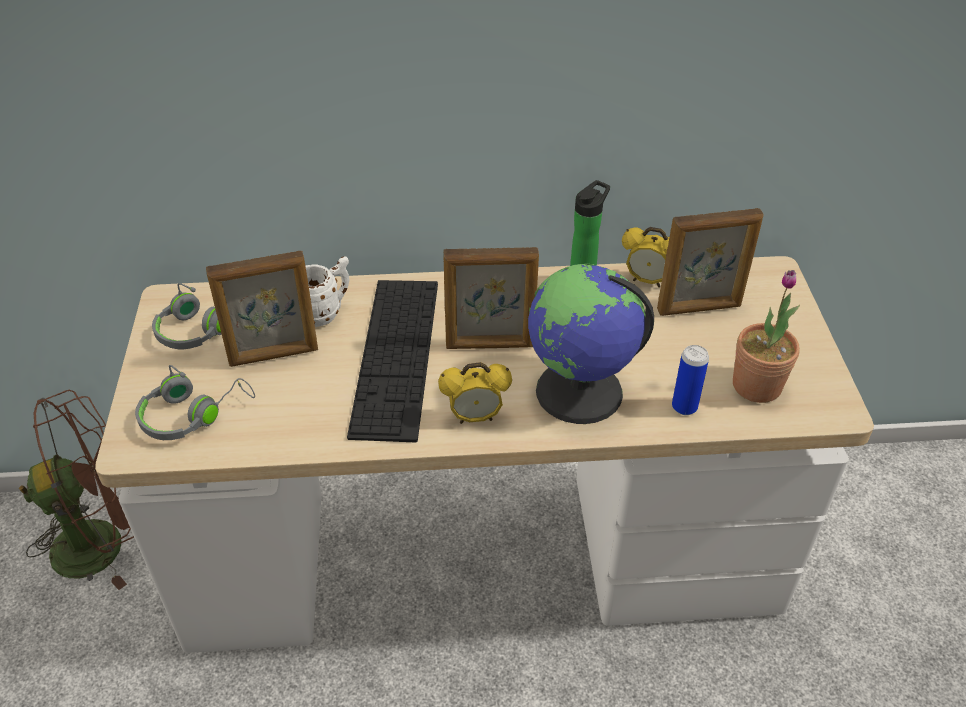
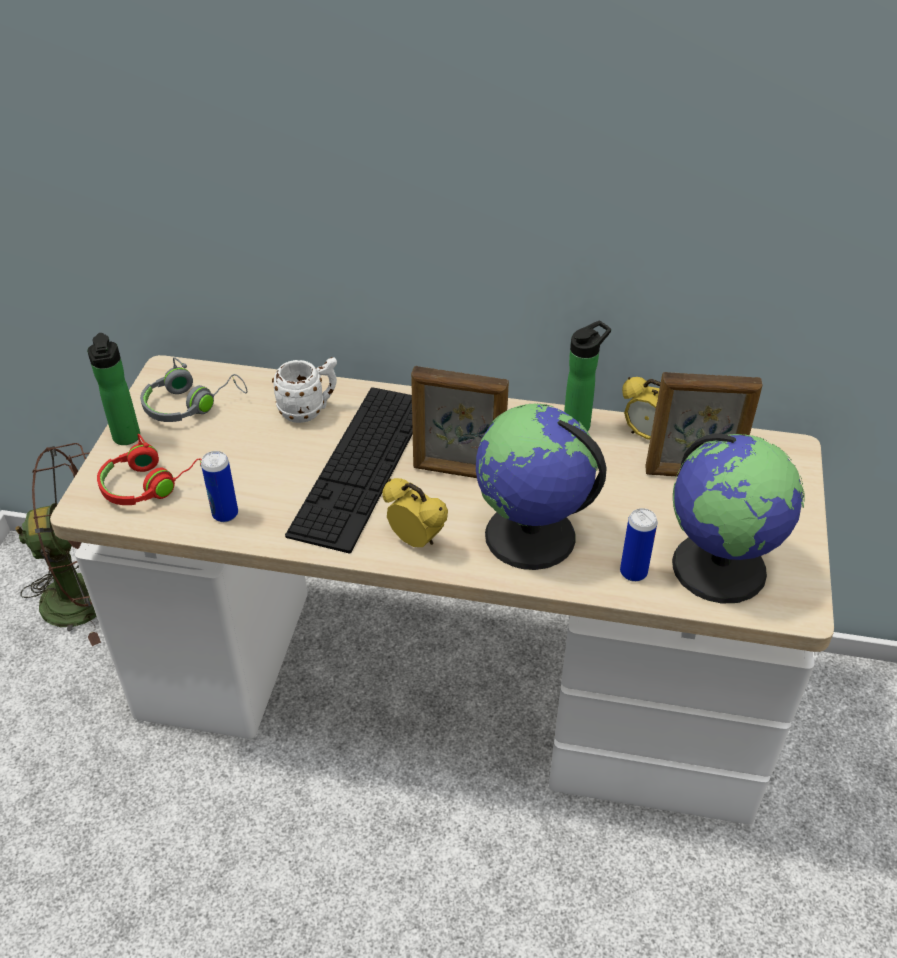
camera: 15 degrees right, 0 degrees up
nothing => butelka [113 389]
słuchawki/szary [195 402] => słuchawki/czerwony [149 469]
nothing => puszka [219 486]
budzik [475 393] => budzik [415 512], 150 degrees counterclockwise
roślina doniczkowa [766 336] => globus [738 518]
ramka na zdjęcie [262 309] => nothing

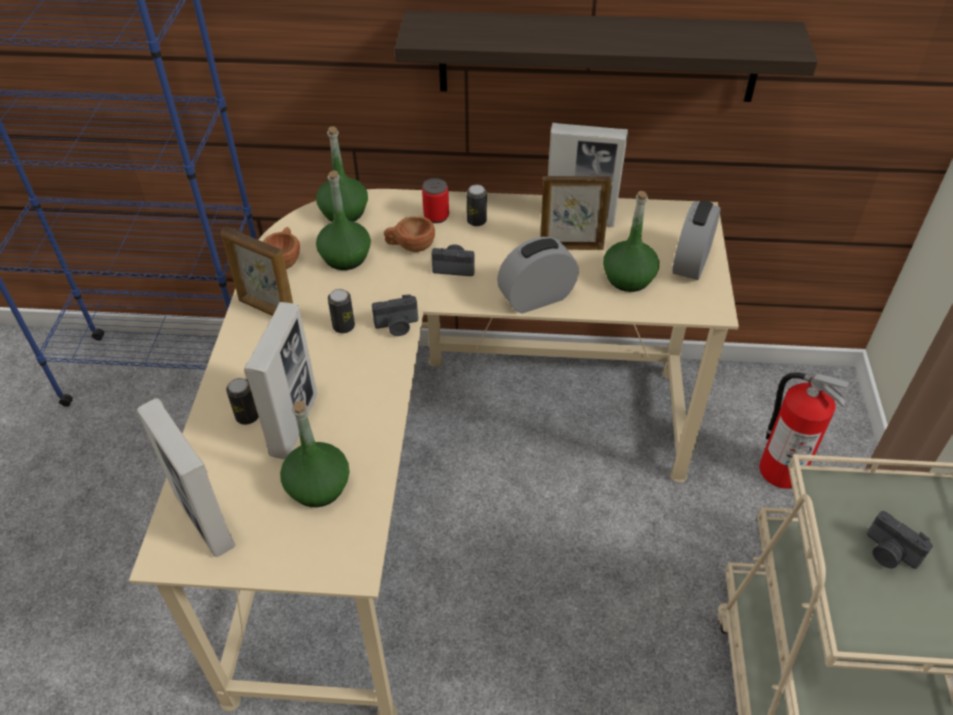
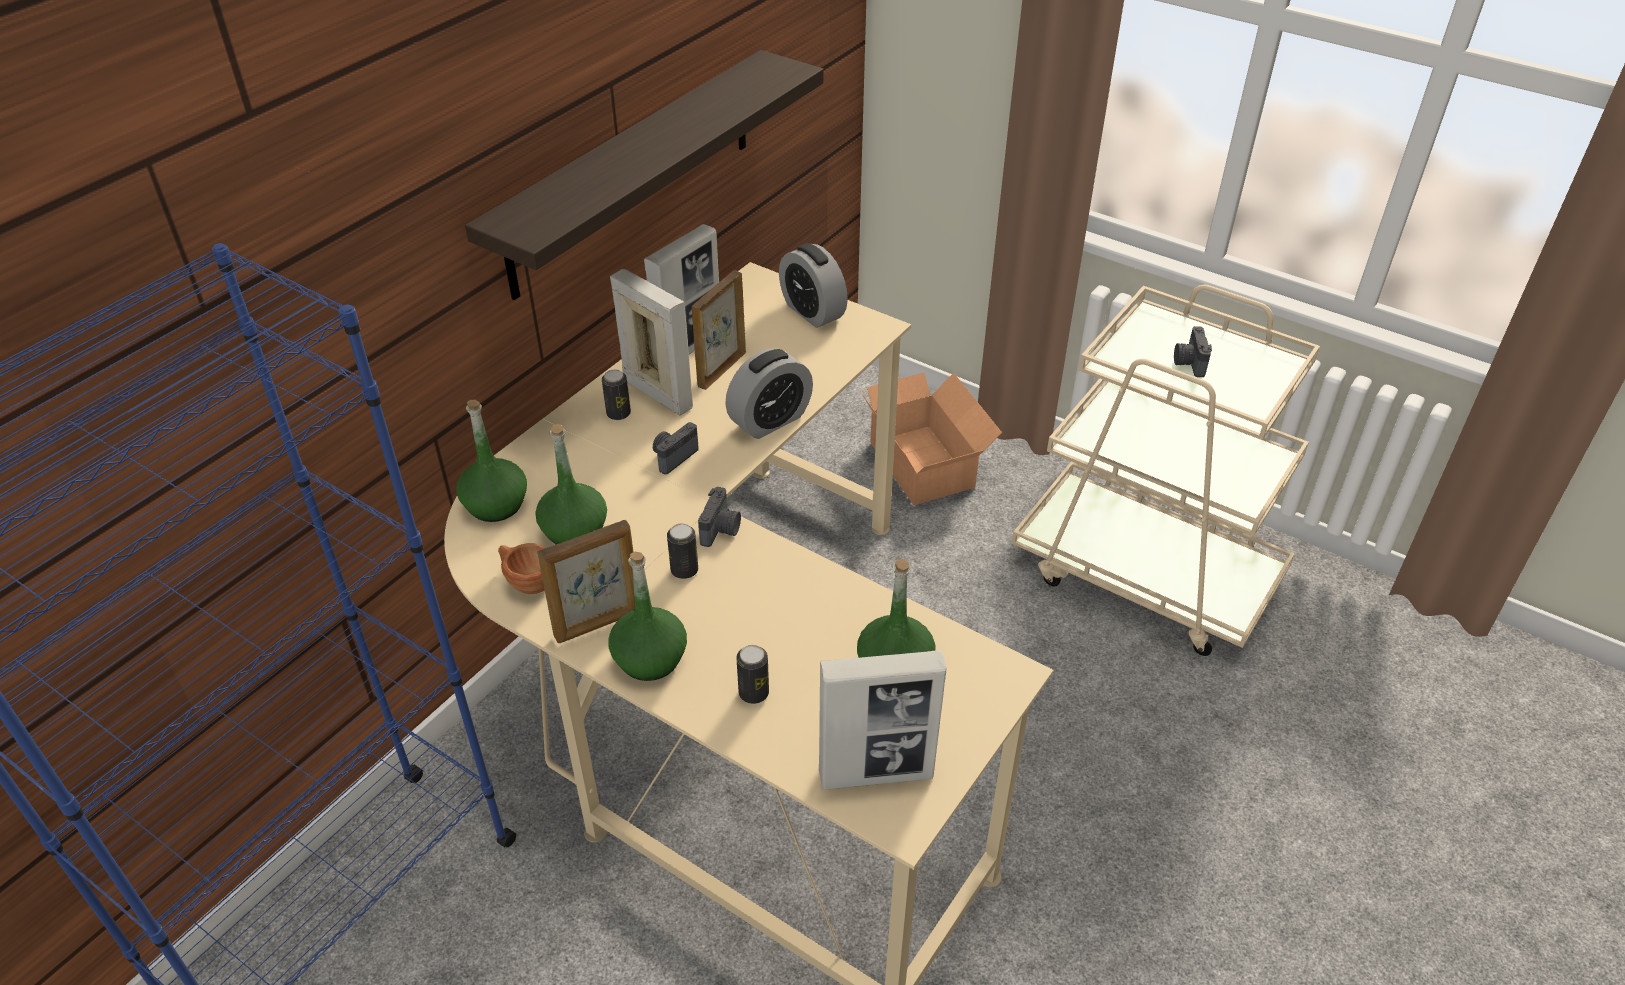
camera: 60 degrees left, 5 degrees down
butelka/zielony [631 241] => butelka/zielony [647 616], move
ramka na zdjęcie [280 380] => ramka na zdjęcie [651 342], move
budzik [538 275] => budzik [769 393], 135 degrees counterclockwise
gaśnica [804 430] => karton [931 439]
aparat fotograficzny [900 540] => aparat fotograficzny [1193 351], 105 degrees clockwise
filiżanka/brązowy [409 234] => nothing
puszka [435 200] => nothing

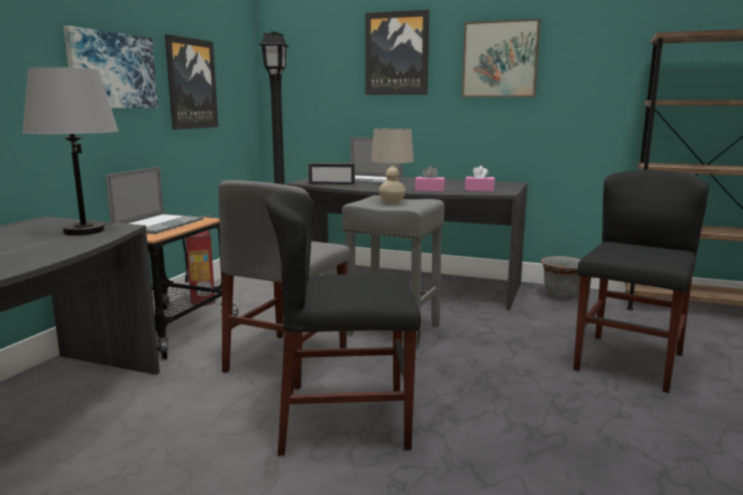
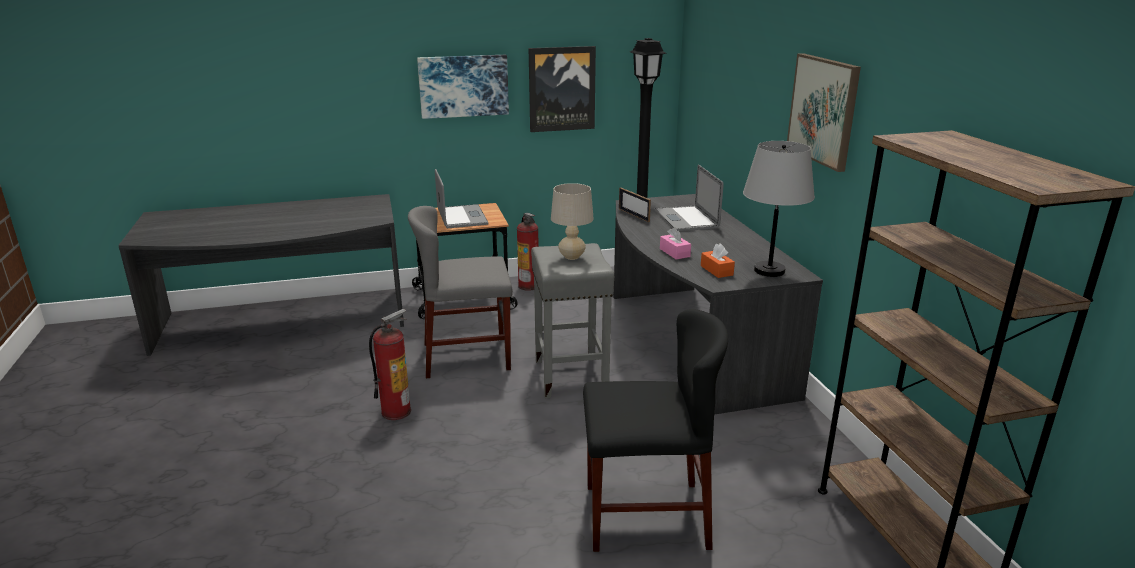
camera: 55 degrees right, 10 degrees up
krzesło/czarny [343 323] => gaśnica [390 364]
laptop [155 200] => laptop [462 198], 90 degrees counterclockwise
pudełko chusteczek/różowy [480 178] => pudełko chusteczek/pomarańczowy [718 261]
lampa stołowa/szary [70 151] => lampa stołowa/szary [779 209], move
obraz [397 52] => nothing
donica/szary [561 278] => nothing

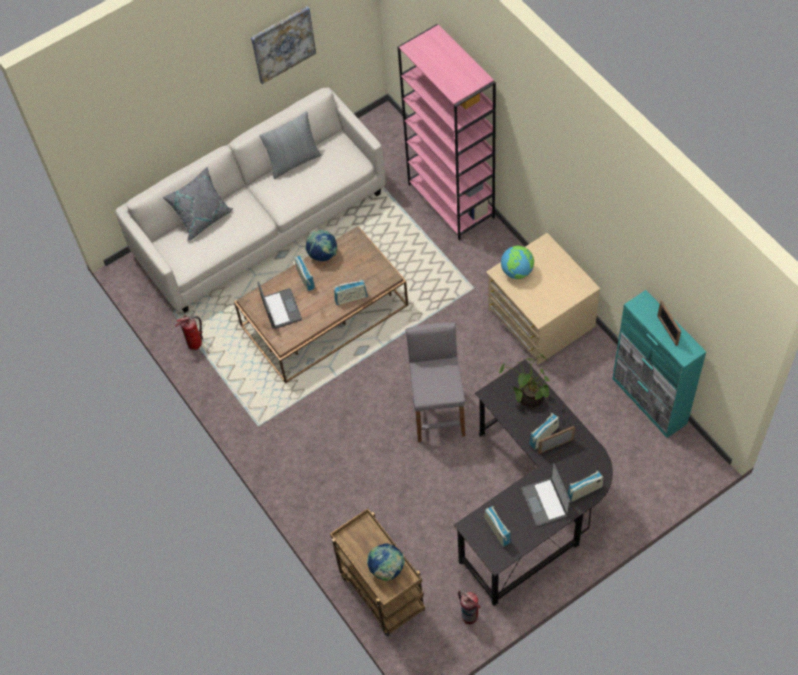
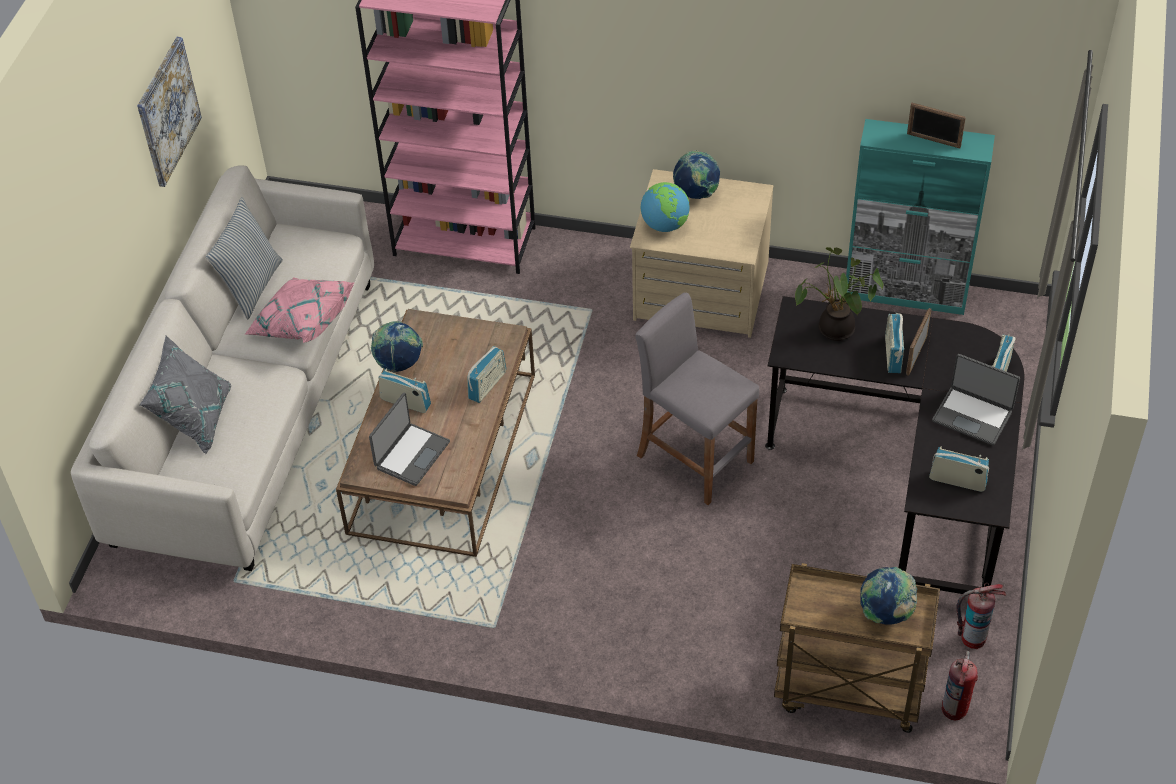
camera: 45 degrees left, 10 degrees down
nothing => poduszka/różowy [299 310]
laptop [279 305] => laptop [409 439], 90 degrees clockwise
nothing => globus [696 174]
gaśnica [189 332] => gaśnica [959 685], move

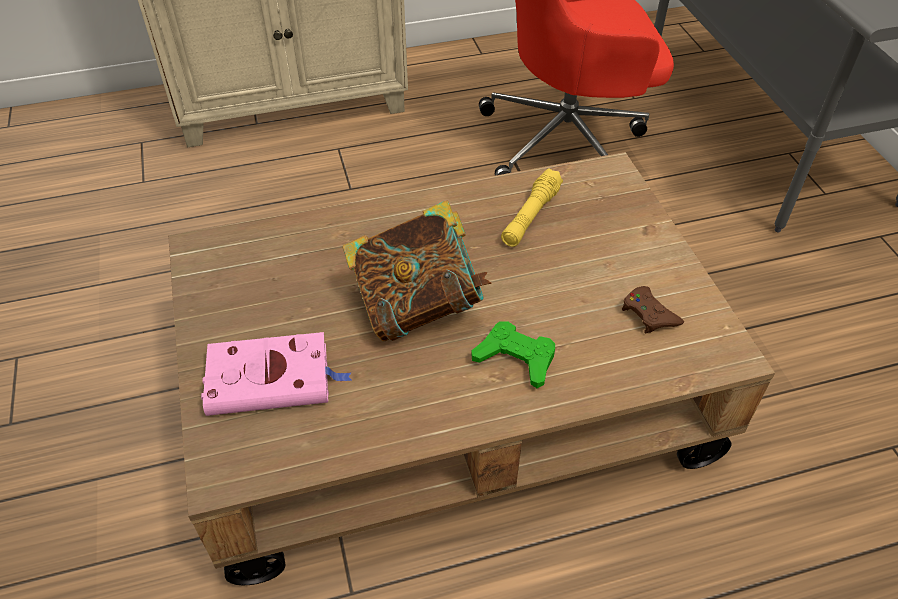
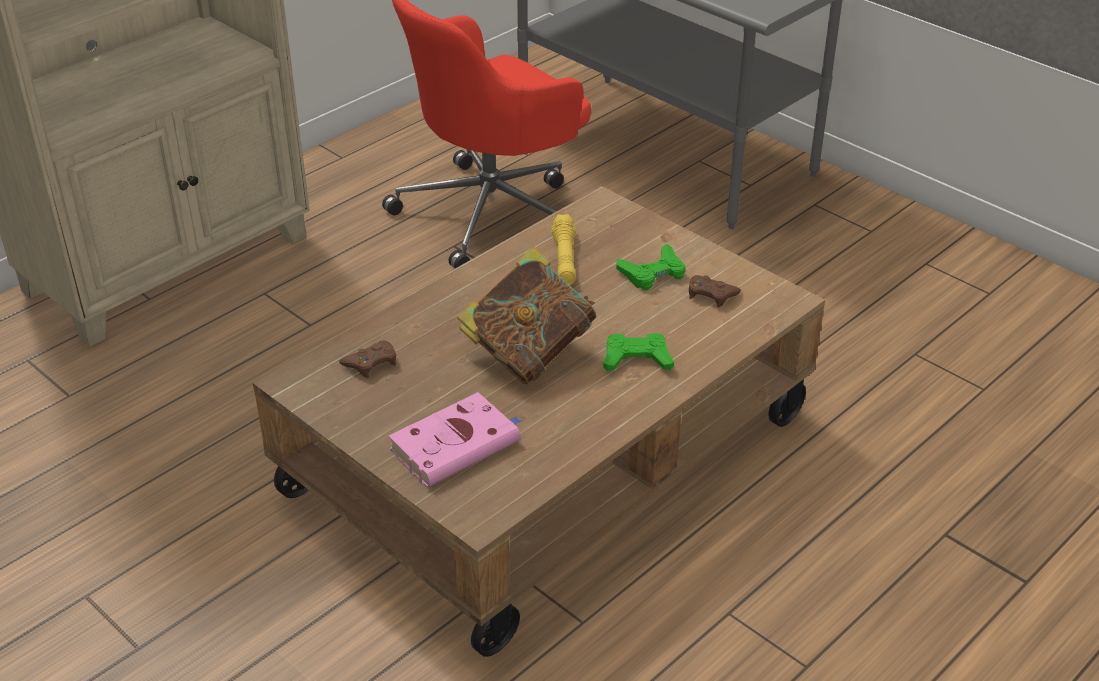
camera: 30 degrees left, 10 degrees down
nothing => pad do gier/brązowy [367 359]
nothing => pad do gier/zielony [650 267]

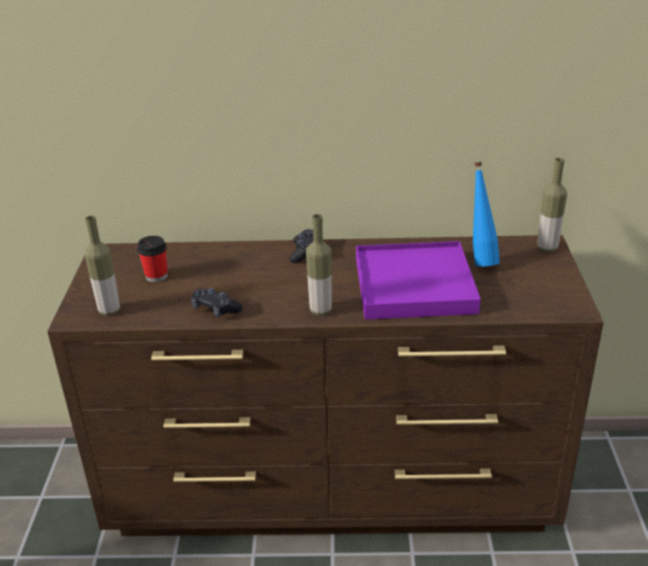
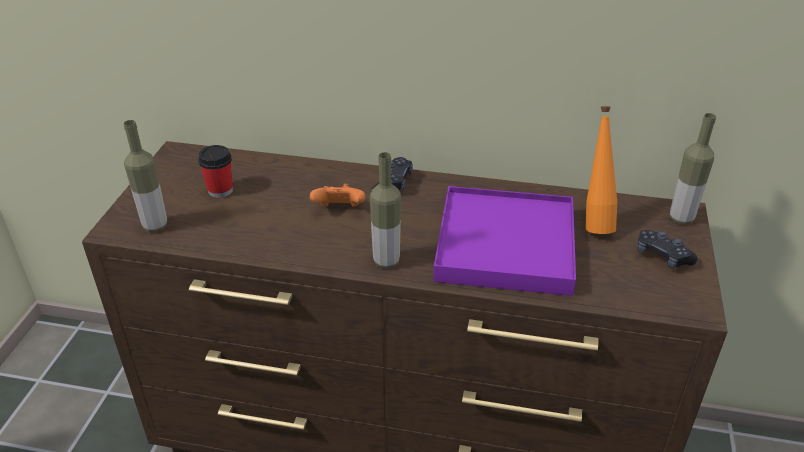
camera: 10 degrees right, 5 degrees up
nothing => pad do gier/pomarańczowy [337 195]
butelka/niebieski [486 214] => butelka/pomarańczowy [601 170]
pad do gier/czarny [217 302] => pad do gier/czarny [667 249], move

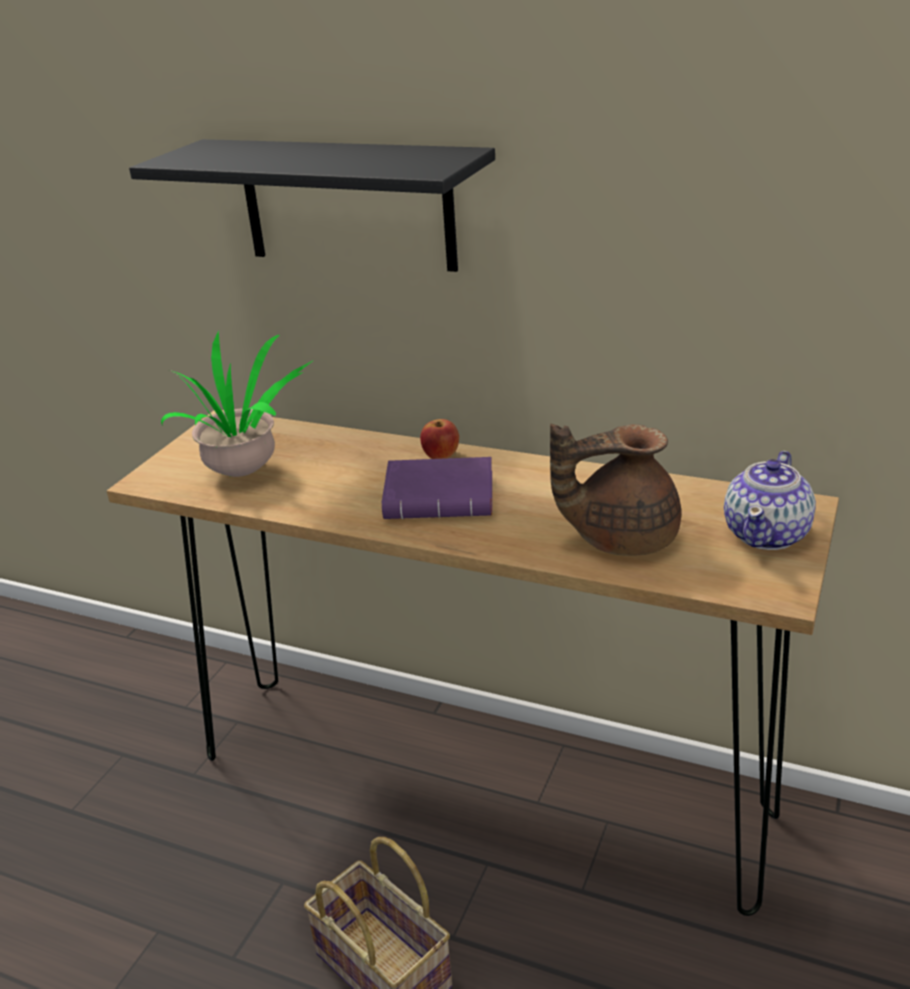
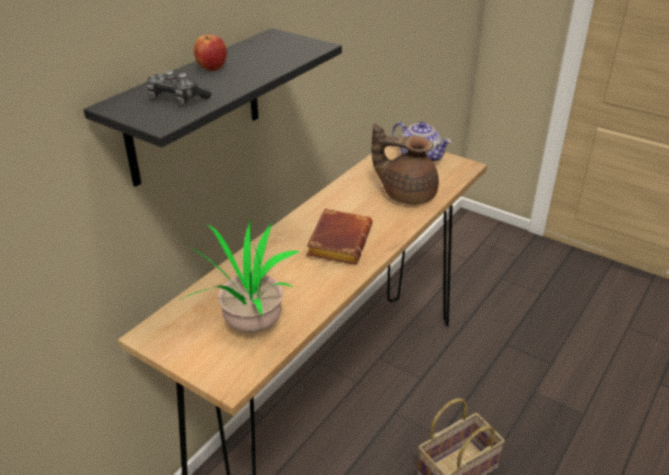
camera: 80 degrees left, 5 degrees up
nothing => pad do gier [178 87]
jabłko [439 439] => jabłko [210 53], move
książka/fioletowy [437 488] => książka/brązowy [339 237]
imbryk/brązowy [615 490] => imbryk/brązowy [405 164], 105 degrees clockwise

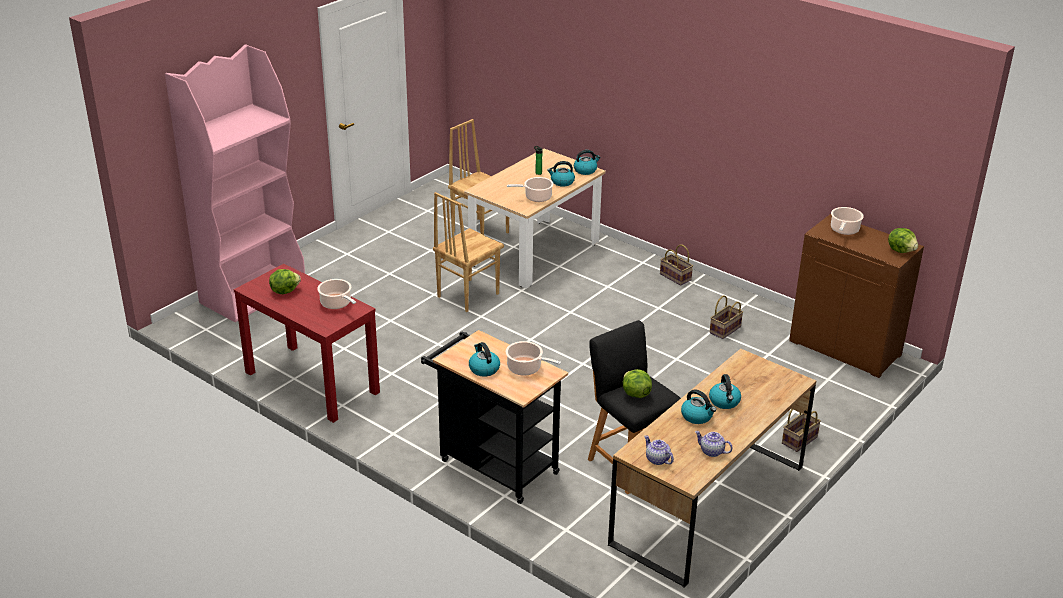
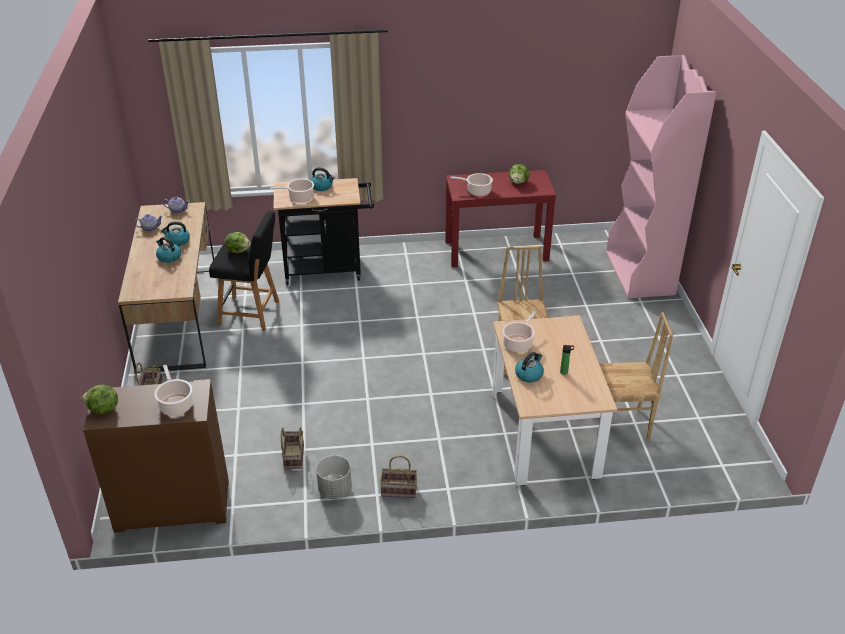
camera: 135 degrees right, 5 degrees up
nothing => donica/szary [334 477]
czajnik [587 162] => nothing

